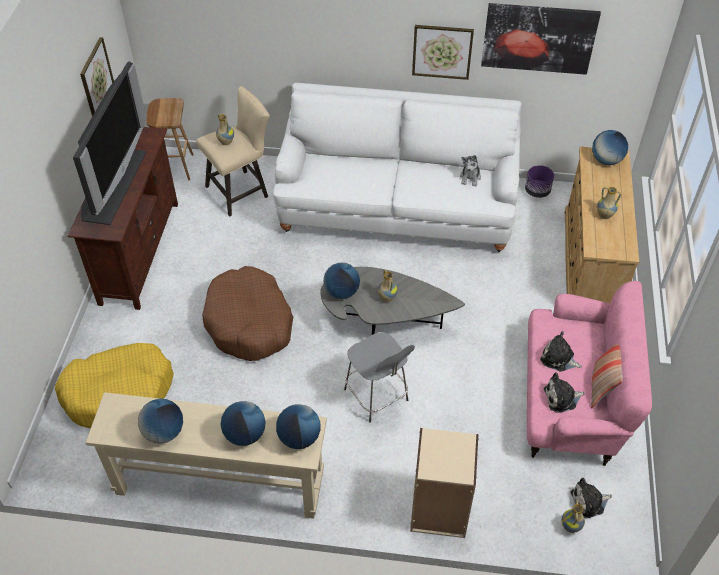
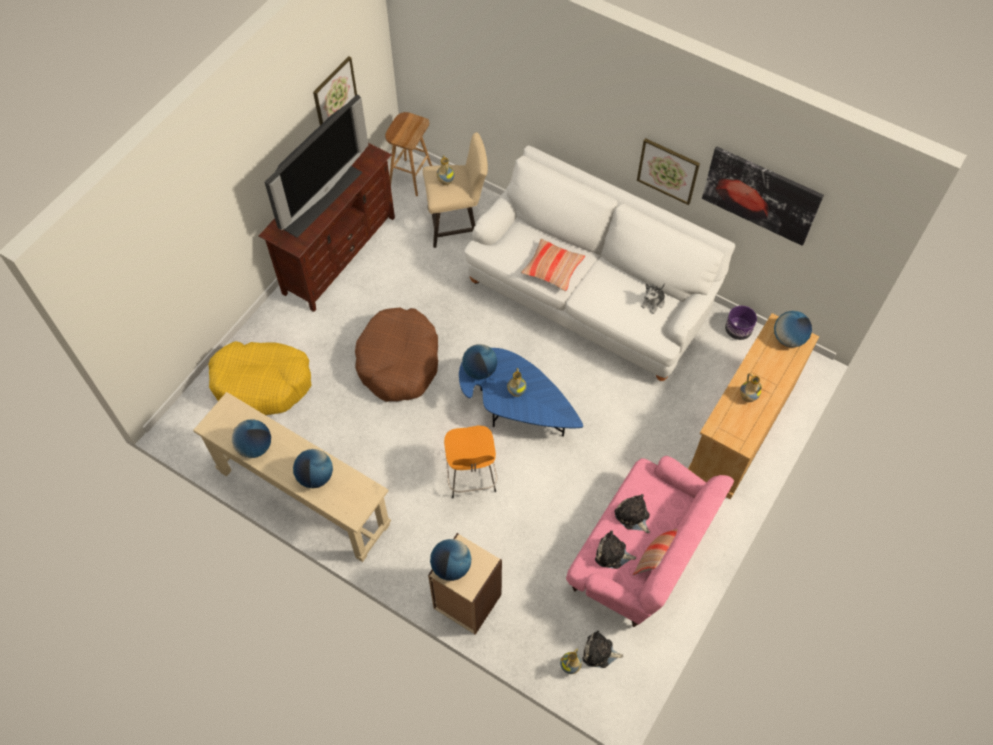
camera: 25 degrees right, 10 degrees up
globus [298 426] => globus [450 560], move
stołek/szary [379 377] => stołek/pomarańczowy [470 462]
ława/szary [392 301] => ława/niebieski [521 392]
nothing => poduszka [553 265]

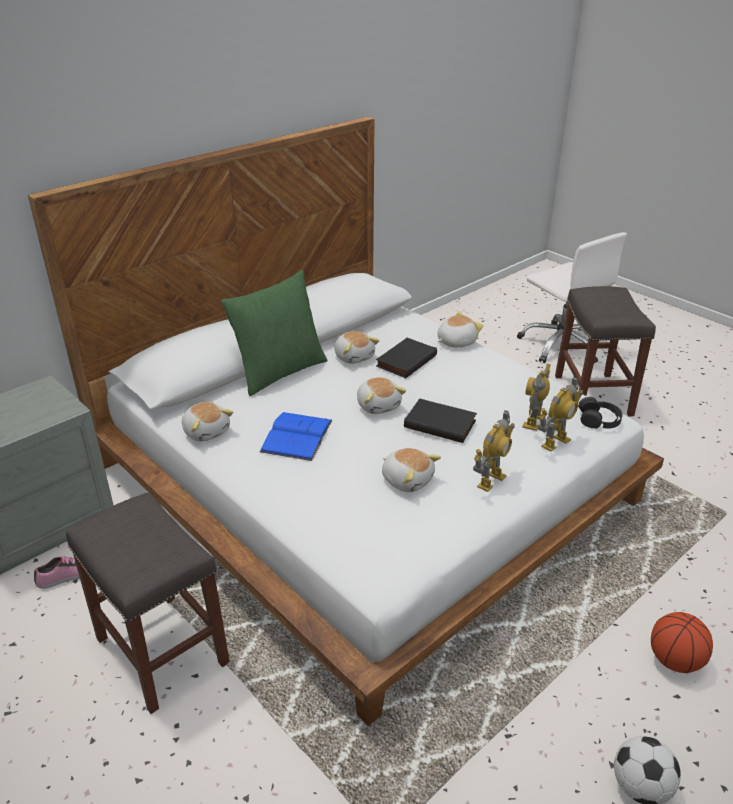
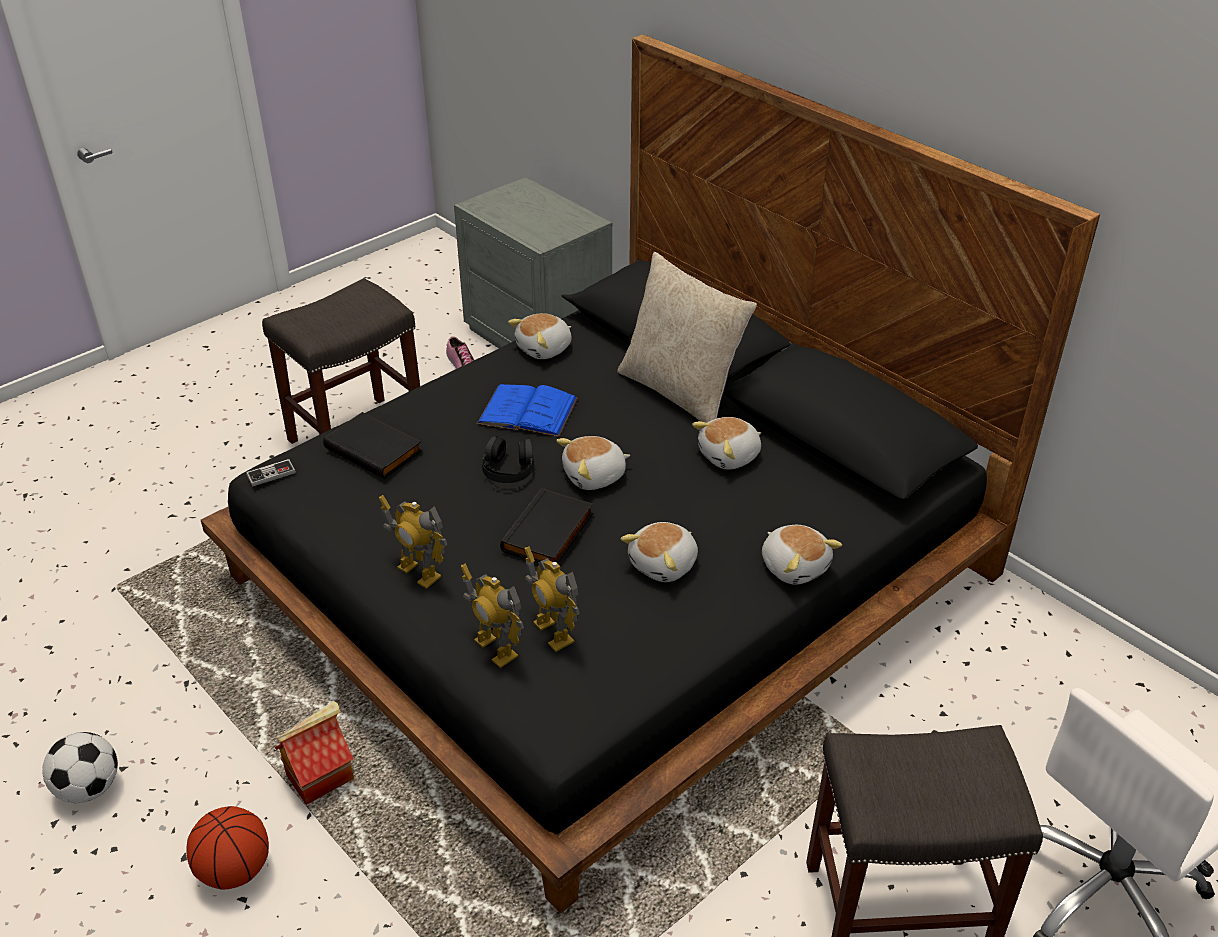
camera: 90 degrees right, 5 degrees up
łóżko/biały [346 421] => łóżko/czarny [650 473]
nothing => pad do gier [271 473]
nothing => domek [314 753]
książka/czarny [406 358] => książka/czarny [372 445], move
słuchawki/czarny [600 413] => słuchawki/czarny [507 459], move
robot zabawkowy [536 397] => robot zabawkowy [551 599], 150 degrees counterclockwise
poduszka/zielony [274 333] => poduszka/beżowy [687 337]
pluszak [411 470] => pluszak [659 552], move

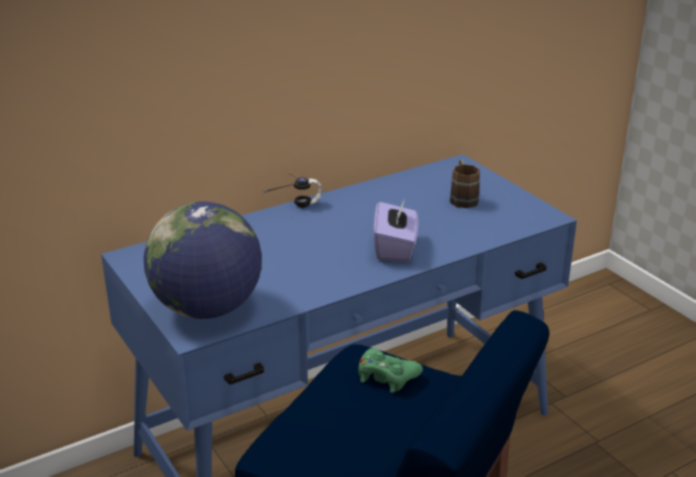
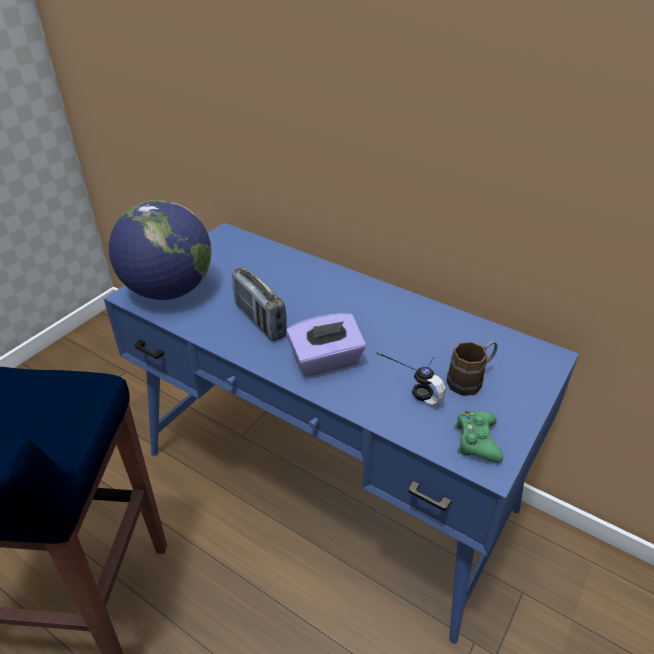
camera: 65 degrees right, 10 degrees up
nothing => radio [259 304]
słuchawki [292 190] => słuchawki [411 378], move
pad do gier/zielony [391 370] => pad do gier/zielony [479 437], move

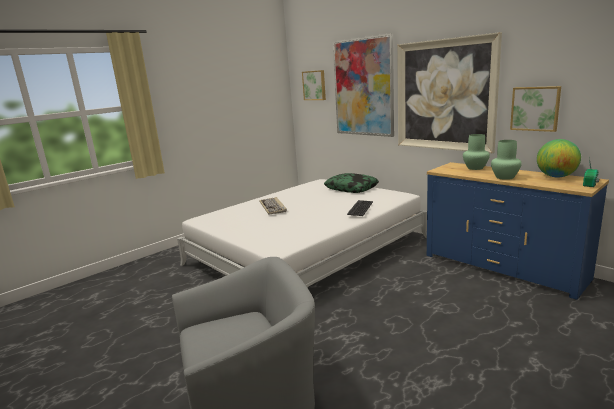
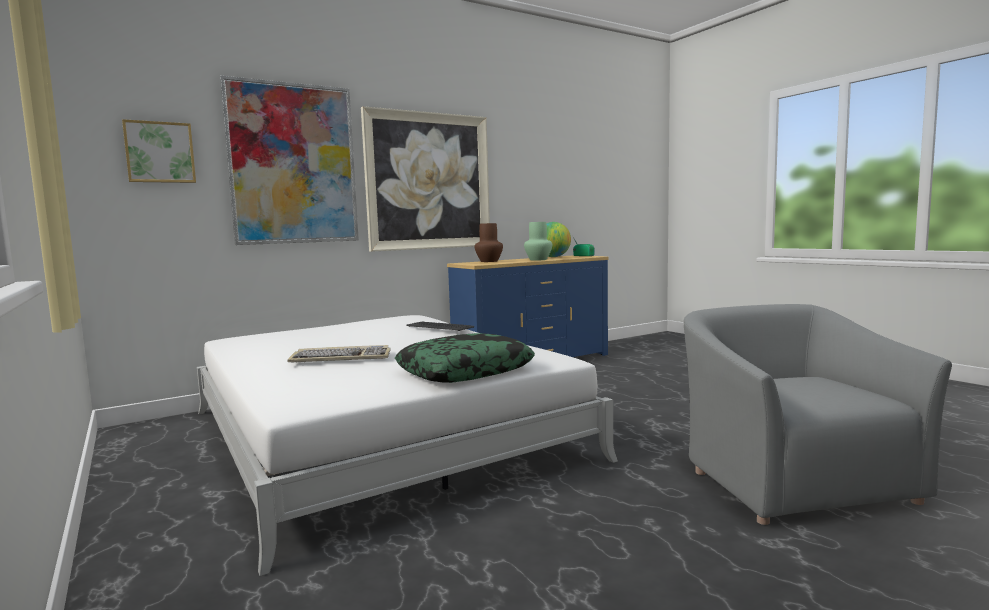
camera: 80 degrees left, 10 degrees down
poduszka [351 183] => poduszka [465 358], move
wazon/zielony [476 152] => wazon/brązowy [489 242]
obraz [535 109] => nothing

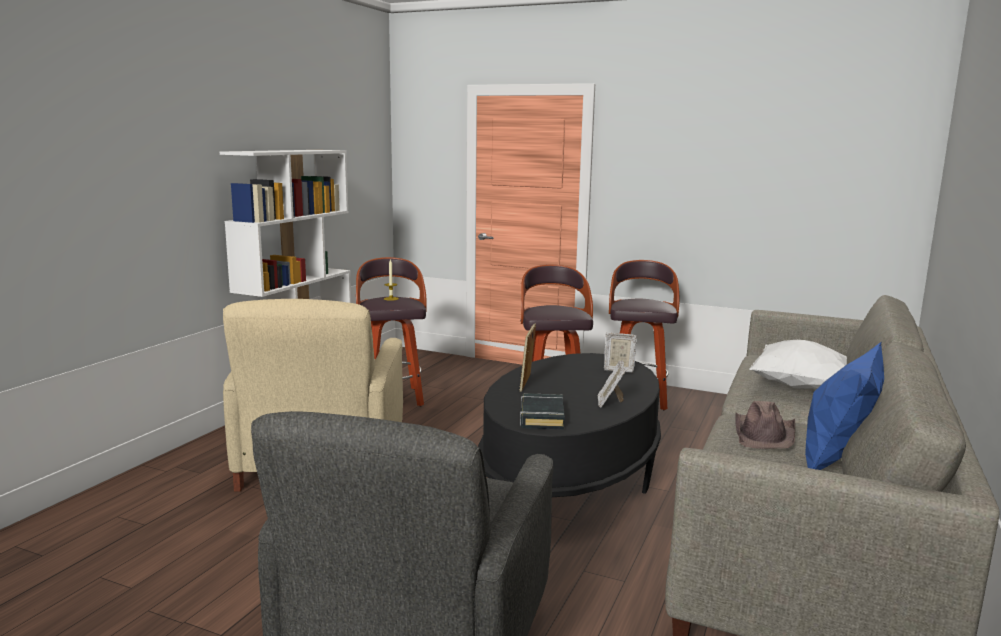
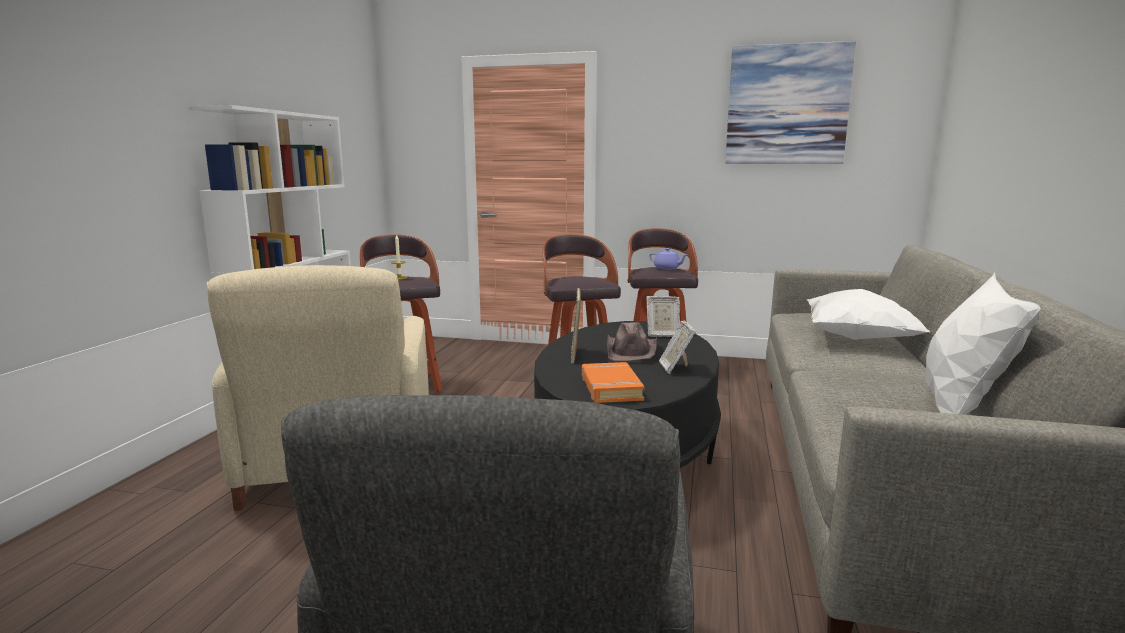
camera: 10 degrees left, 0 degrees up
książka/czarny [542 411] => książka/pomarańczowy [613 382]
kapelusz/brązowy [765 425] => kapelusz/brązowy [632 342], move
nothing => imbryk/fioletowy [668 259]
nothing => obraz [790 102]
poduszka/niebieski [844 404] => poduszka/biały [983 343]

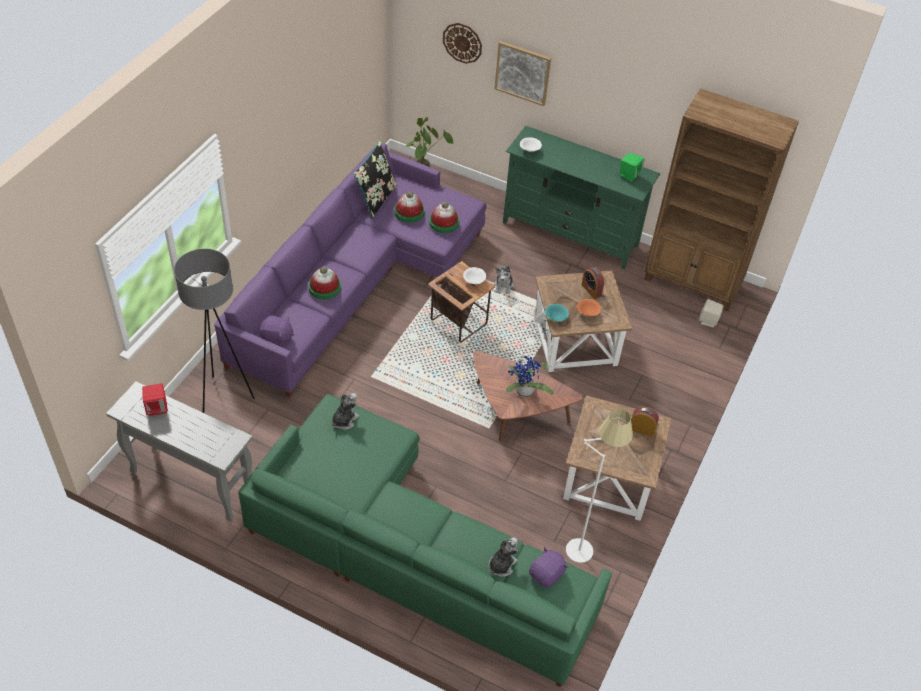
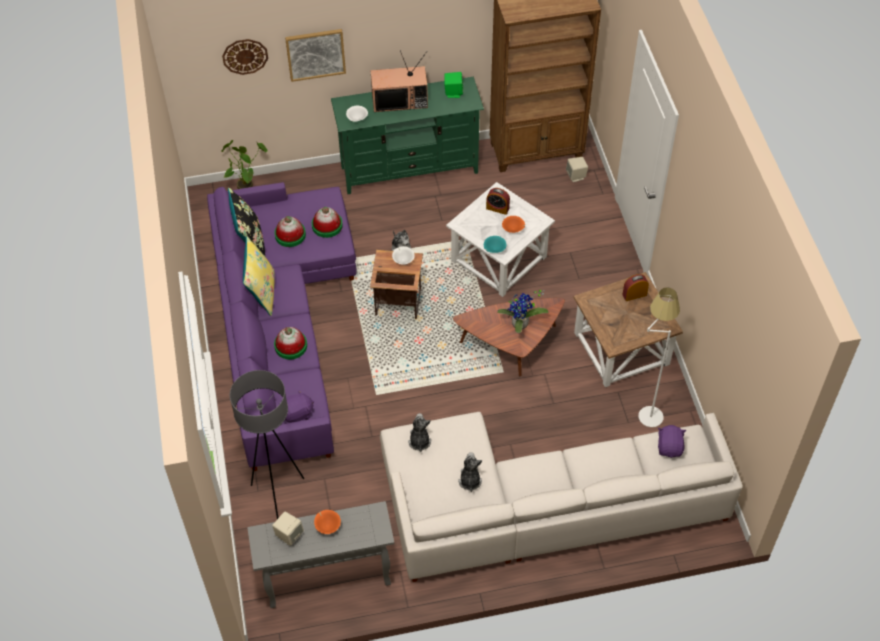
camera: 35 degrees left, 5 degrees up
nothing => poduszka/żółty [259 276]
głośnik/czerwony [155 399] => głośnik/beżowy [288 528]
nothing => miska/pomarańczowy [327 522]
nothing => telewizor [399 81]
kanapa/zielony [425 540] => kanapa/biały [561 497]
stolik/brązowy [583 321] => stolik/biały [500 239]
pluszak [503 557] => pluszak [470 472], move

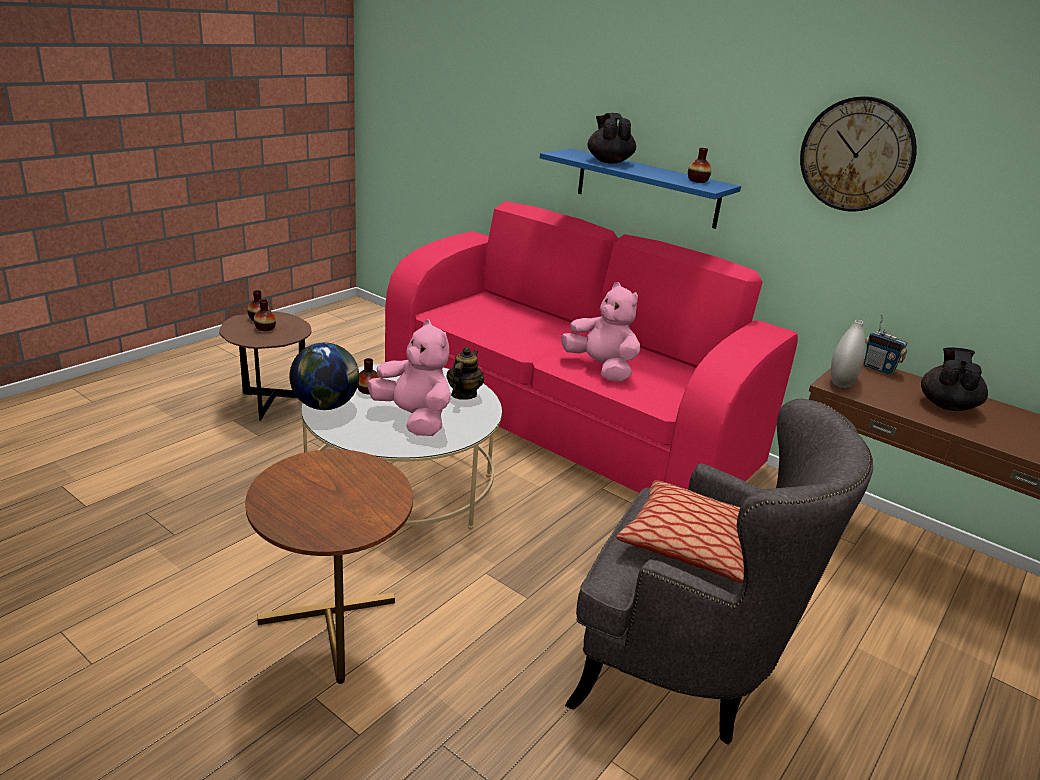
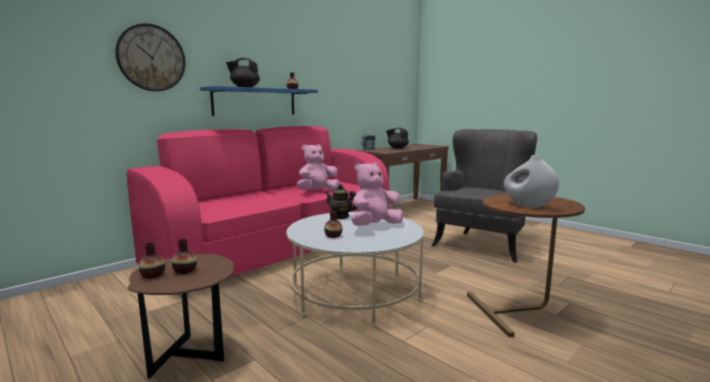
camera: 80 degrees left, 15 degrees down
zegar ścienny [858 154] => zegar ścienny [150 57], move
wazon/biały [848 354] => wazon/biały [531 181], move
globus [324 376] => nothing
poduszka [680 531] => nothing

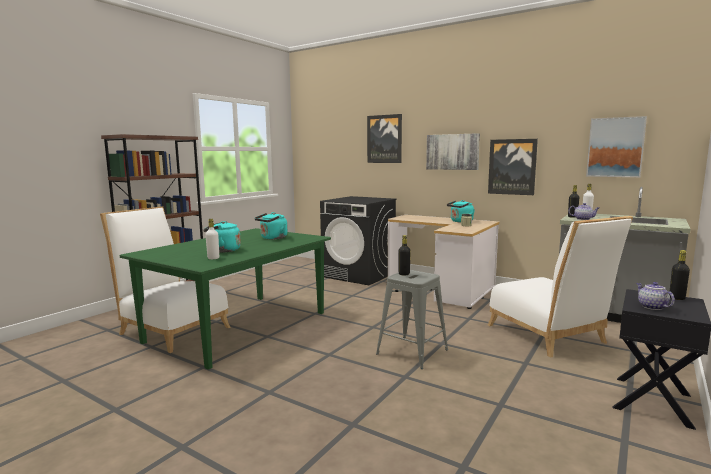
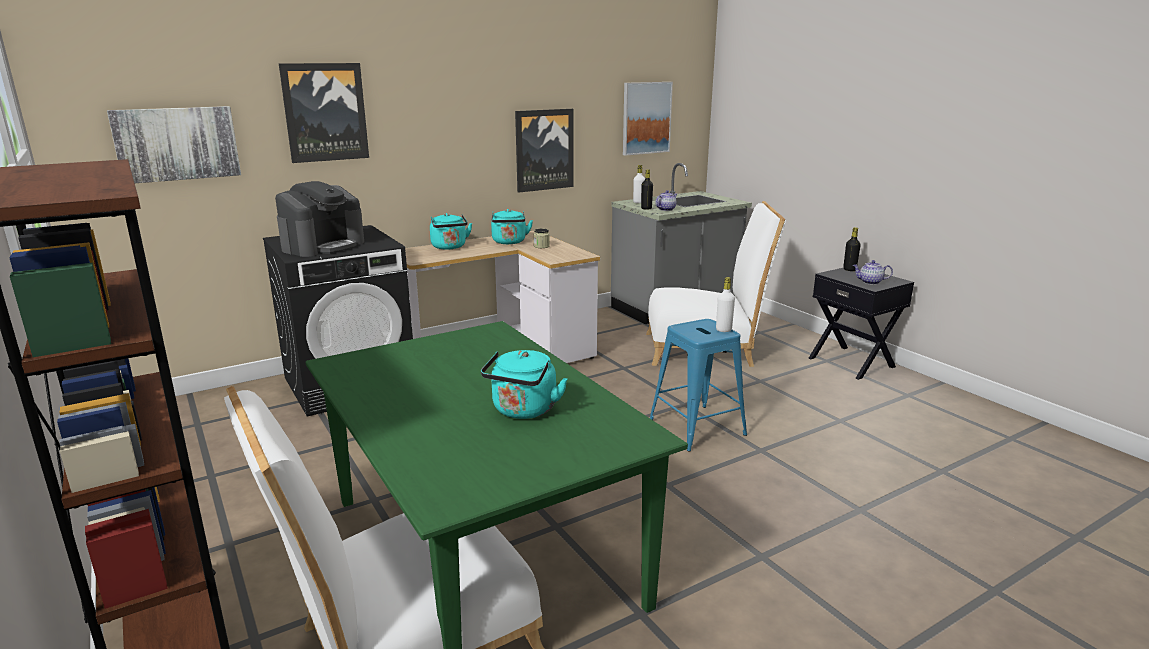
camera: 65 degrees left, 10 degrees up
obraz [453 151] => obraz [174 144], move
nothing => ekspres do kawy [319 219]
czajnik/turkusowy [271 226] => czajnik/turkusowy [451 231], move
stołek/szary [412 319] => stołek/niebieski [698 385]
butelka/biały [212 239] => butelka/biały [725 304], move
butelka/czarny [404 255] => nothing

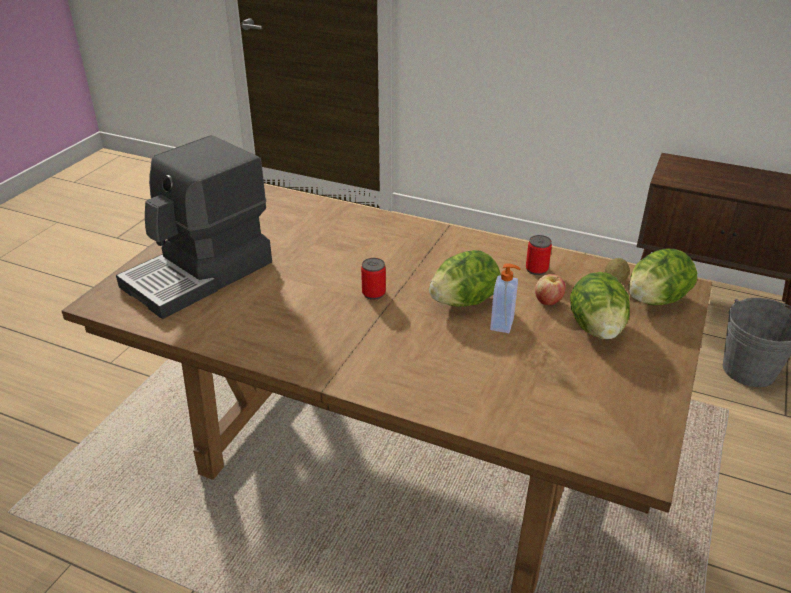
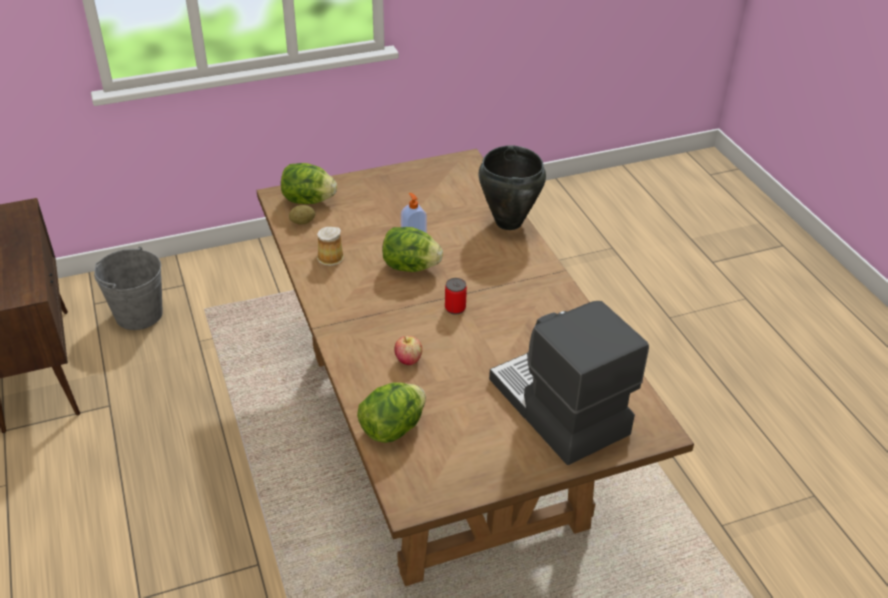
camera: 135 degrees left, 5 degrees up
puszka [539 255] => kubek [330 246]
sałata [600 306] => sałata [391 413], move
jabłko [550 289] => jabłko [408 350], move
nothing => garnek/czarny [512 187]
ekspres do kawy [194 227] => ekspres do kawy [569 383], 120 degrees counterclockwise

